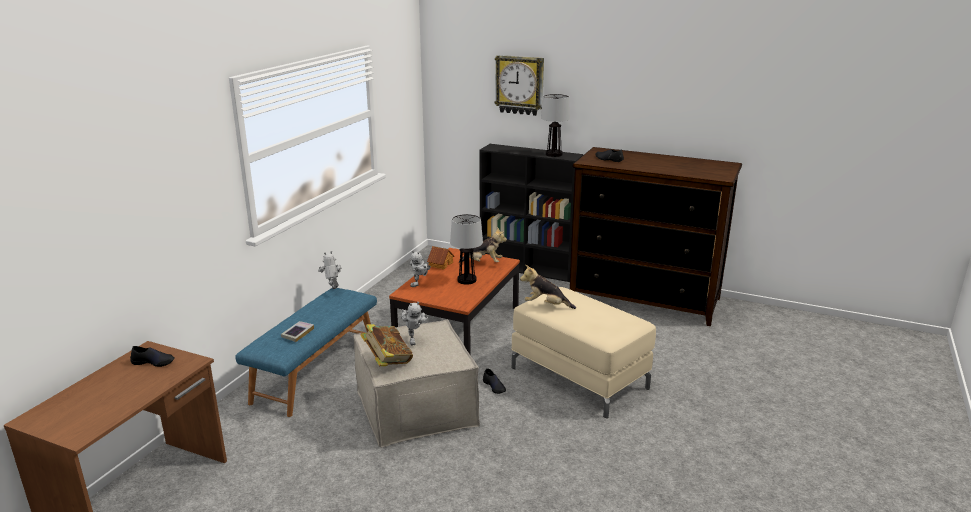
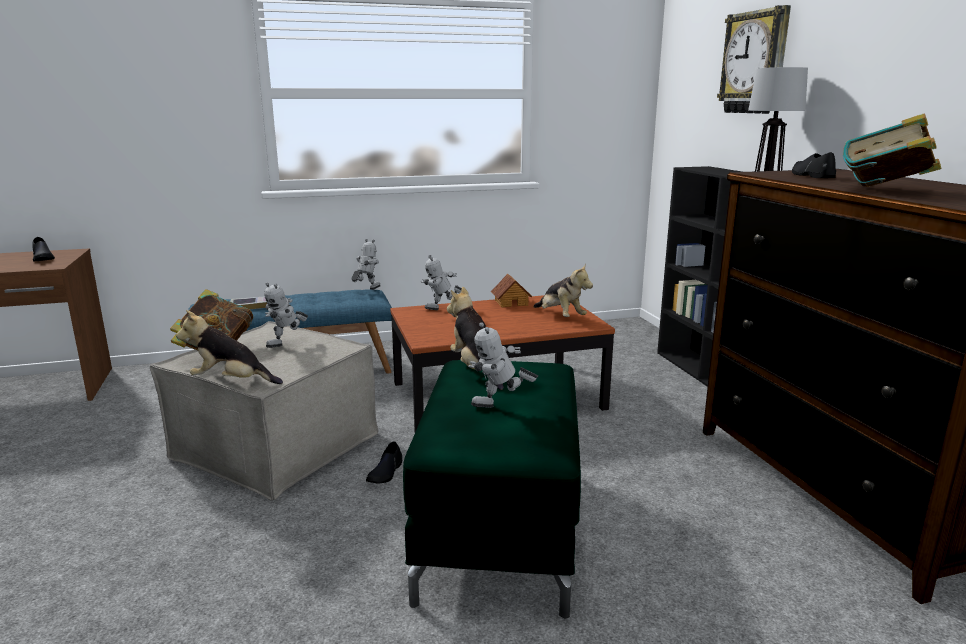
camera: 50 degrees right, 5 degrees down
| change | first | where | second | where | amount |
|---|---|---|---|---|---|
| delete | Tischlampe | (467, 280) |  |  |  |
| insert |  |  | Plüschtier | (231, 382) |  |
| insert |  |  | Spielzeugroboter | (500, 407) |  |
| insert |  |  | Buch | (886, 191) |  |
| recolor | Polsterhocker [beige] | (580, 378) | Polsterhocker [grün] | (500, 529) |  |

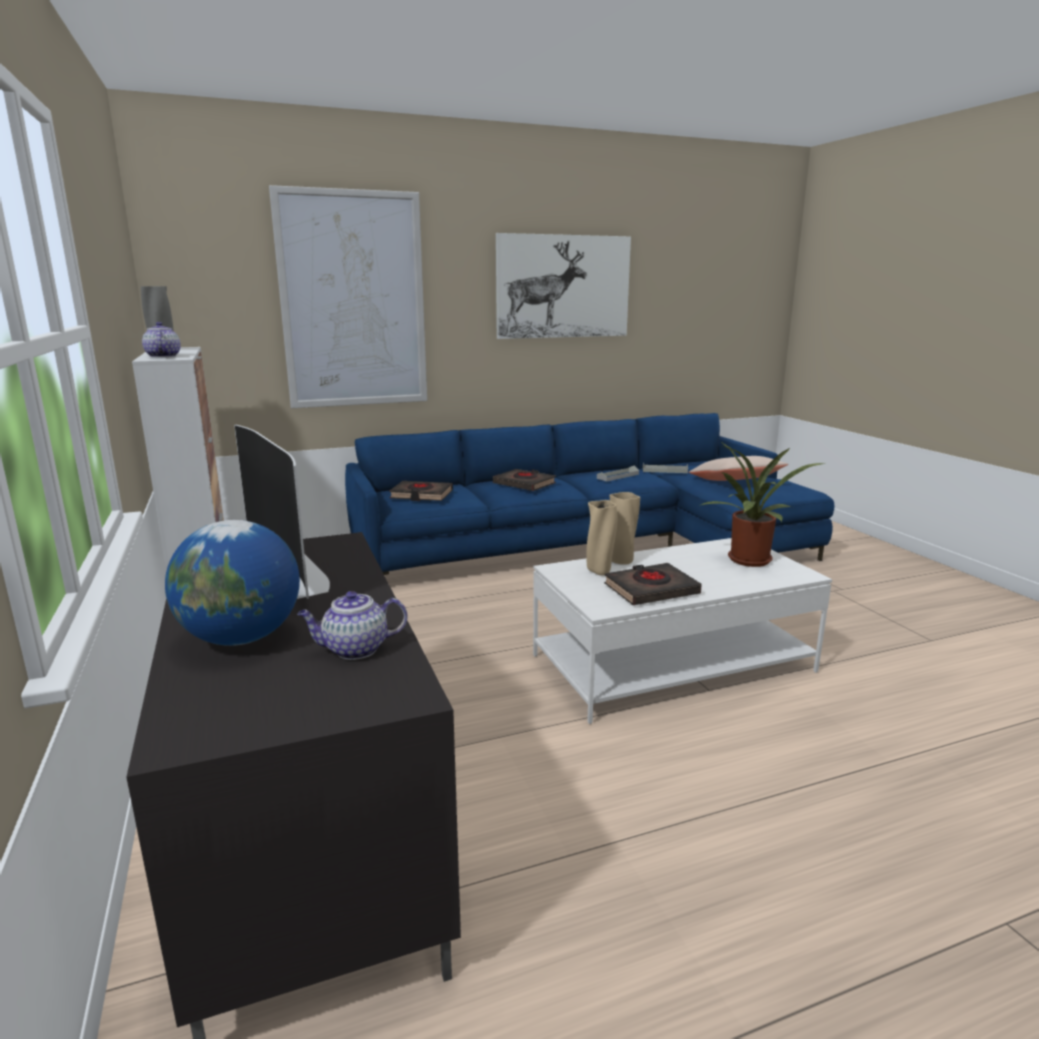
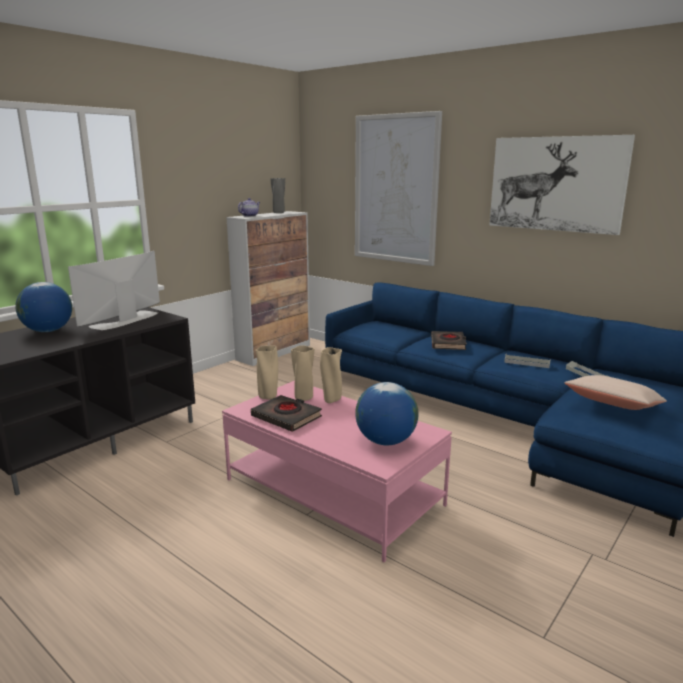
camera: 60 degrees right, 0 degrees up
| change | first | where | second | where | amount |
|---|---|---|---|---|---|
| delete | Teekanne | (354, 650) |  |  |  |
| delete | Buch [schwarz] | (421, 495) |  |  |  |
| insert |  |  | Vase [beige] | (268, 397) |  |
| replace | Topfpflanze | (750, 562) | Globus | (385, 441) |  |
| recolor | Couchtisch [weiß] | (672, 663) | Couchtisch [rosa] | (333, 492) |  |

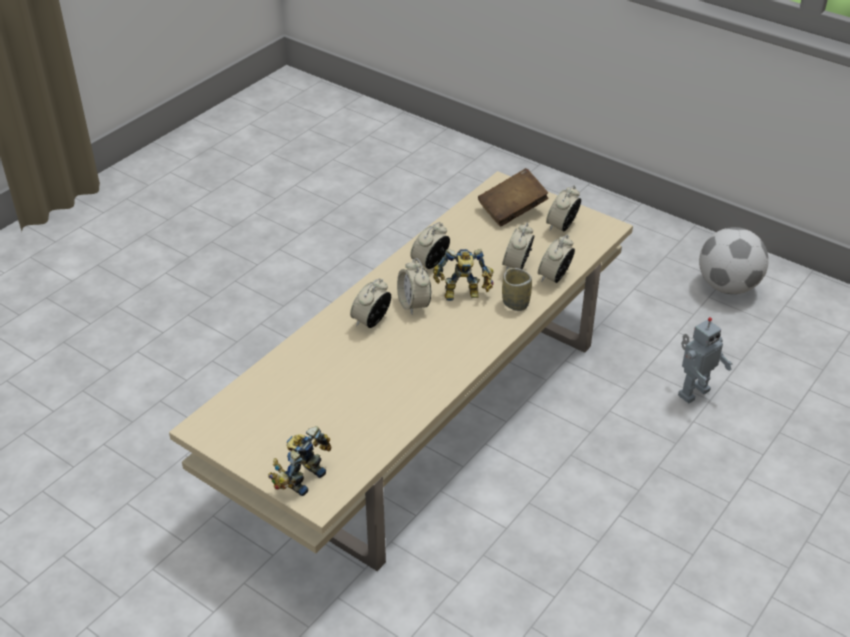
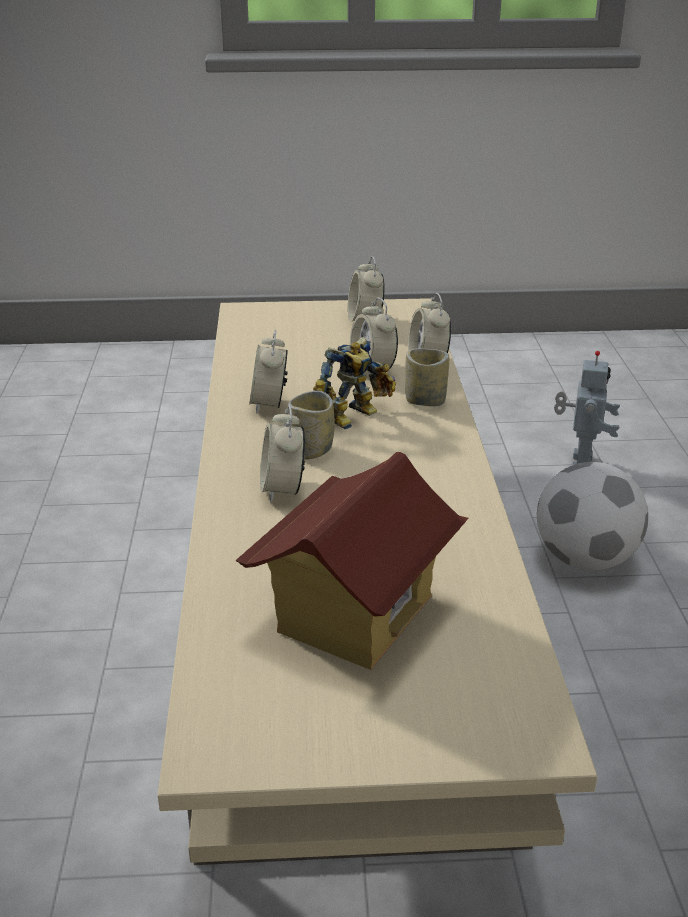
camera: 40 degrees left, 10 degrees down
| change | first | where | second | where | amount |
|---|---|---|---|---|---|
| delete | Spielzeugroboter | (301, 478) |  |  |  |
| delete | Buch [braun] | (512, 210) |  |  |  |
| insert |  |  | Spielzeughaus | (354, 614) |  |
| move | Fußball | (727, 286) |  | (585, 559) |  |
| replace | Wecker | (414, 304) | Tasse | (311, 450) |  |

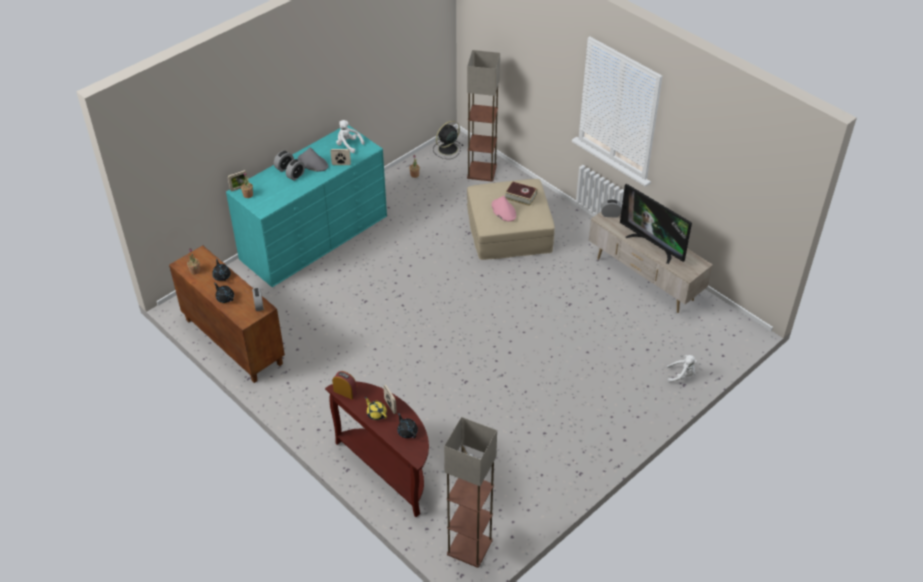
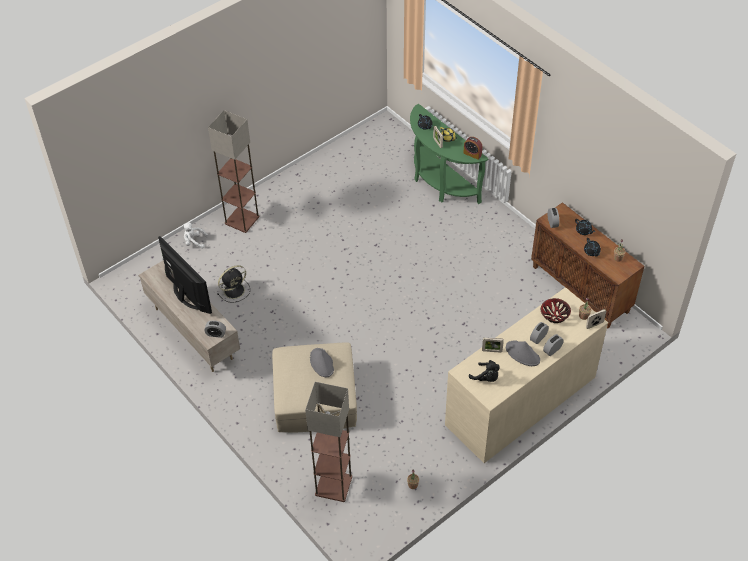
camera: 175 degrees left, 5 degrees up
| change | first | where | second | where | amount |
|---|---|---|---|---|---|
| delete | Buch | (520, 196) |  |  |  |
| insert |  |  | Schüssel | (554, 315) |  |
| move | Ventilator [schwarz] | (447, 149) |  | (235, 290) |  |
| move | Stehlampe | (470, 548) |  | (242, 219) |  |
| recolor | Kommode [türkis] | (314, 237) | Kommode [beige] | (520, 401) |  |
| recolor | Konsolentisch [braun] | (388, 469) | Konsolentisch [grün] | (440, 183) |  |
| recolor | Plüschtier [weiß] | (348, 145) | Plüschtier [schwarz] | (486, 378) |  |
| recolor | Hut [rosa] | (503, 210) | Hut [grau] | (322, 363) |  |

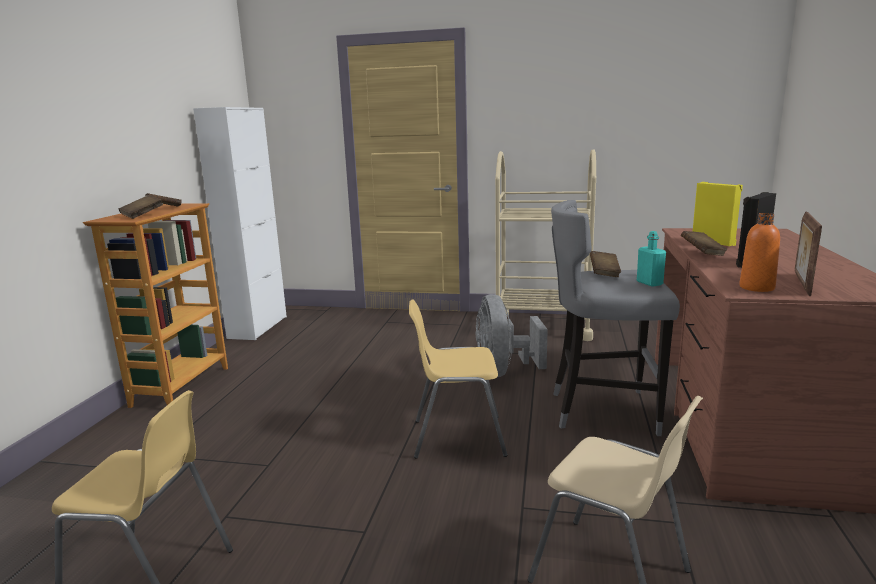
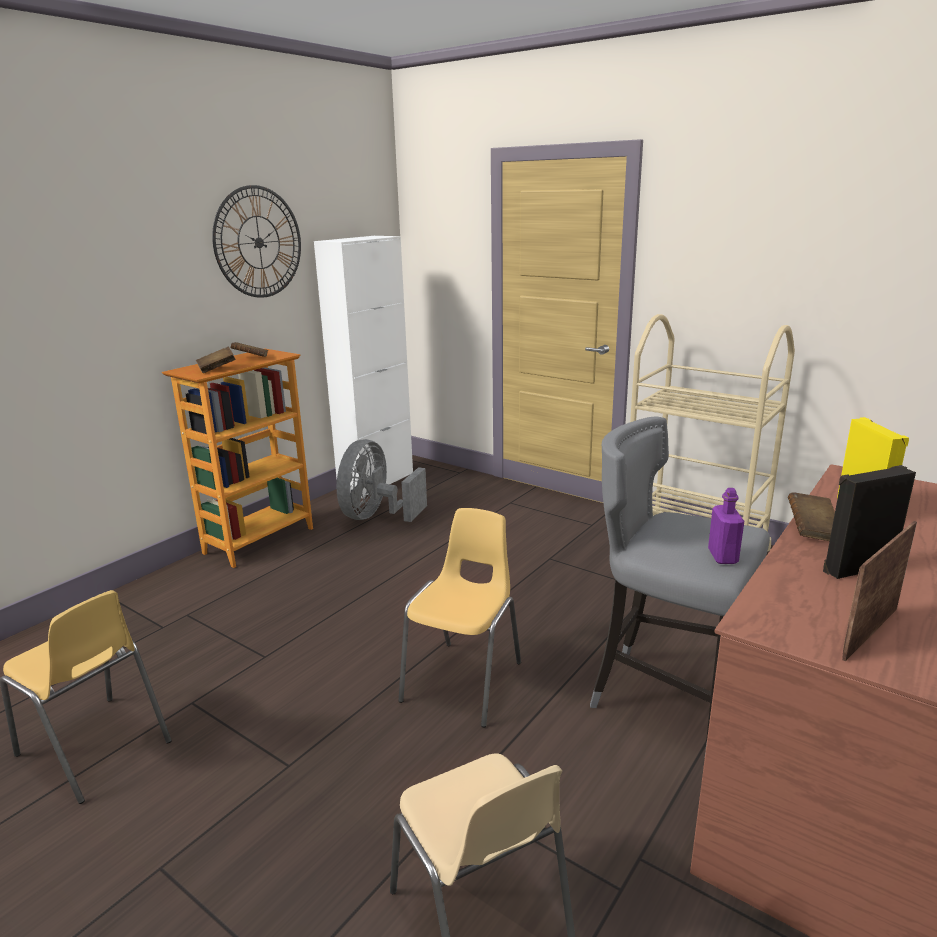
camera: 25 degrees right, 5 degrees up
| change | first | where | second | where | amount |
|---|---|---|---|---|---|
| delete | Buch [braun] | (604, 273) |  |  |  |
| delete | Flasche [orange] | (756, 287) |  |  |  |
| insert |  |  | Wanduhr | (258, 242) |  |
| move | Ventilator [grau] | (503, 371) |  | (376, 516) |  |
| recolor | Flasche [türkis] | (649, 283) | Flasche [lila] | (722, 556) |  |
| rotate | Stuhl [gelb] | (457, 437) |  | (464, 681) | 90 degrees clockwise |

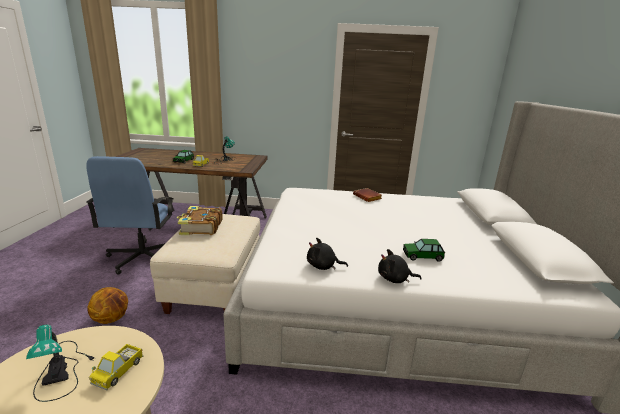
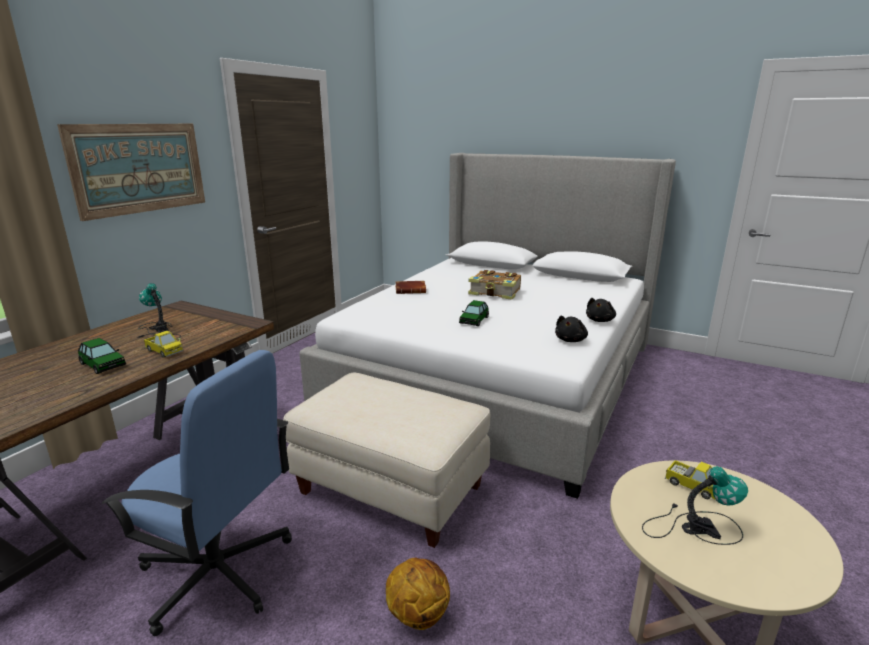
camera: 65 degrees left, 0 degrees up
| change | first | where | second | where | amount |
|---|---|---|---|---|---|
| insert |  |  | Bild | (140, 168) |  |
| move | Buch | (200, 227) |  | (495, 292) |  |
| move | Spielzeugauto | (422, 256) |  | (474, 320) |  |

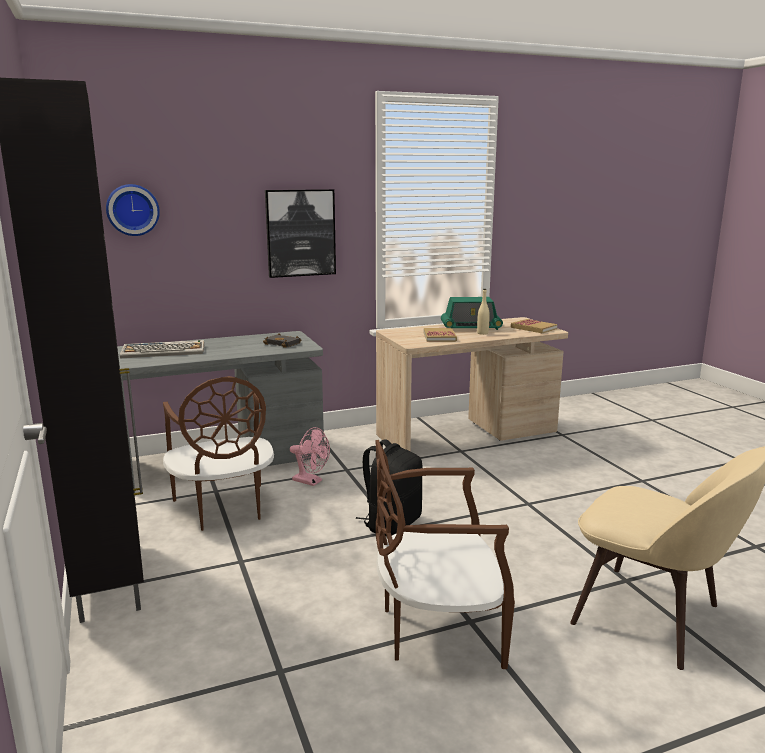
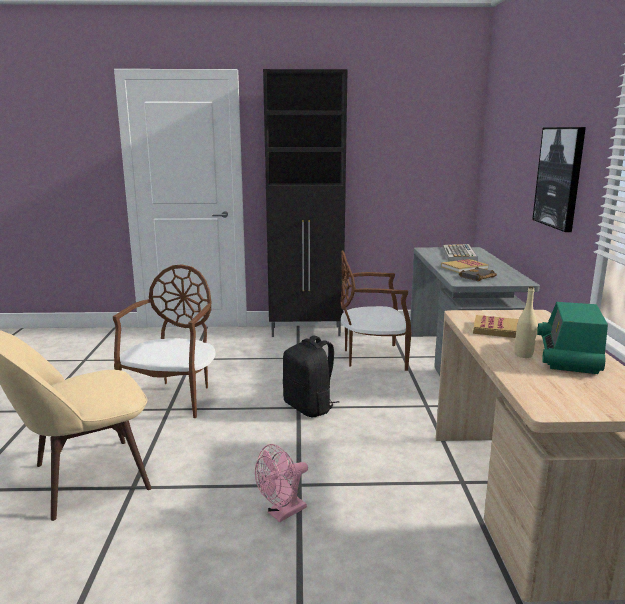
camera: 110 degrees right, 0 degrees up
| change | first | where | second | where | amount |
|---|---|---|---|---|---|
| delete | Wanduhr | (132, 210) |  |  |  |
| move | Ventilator [rosa] | (311, 481) |  | (282, 513) |  |
| move | Buch | (533, 328) |  | (464, 268) |  |

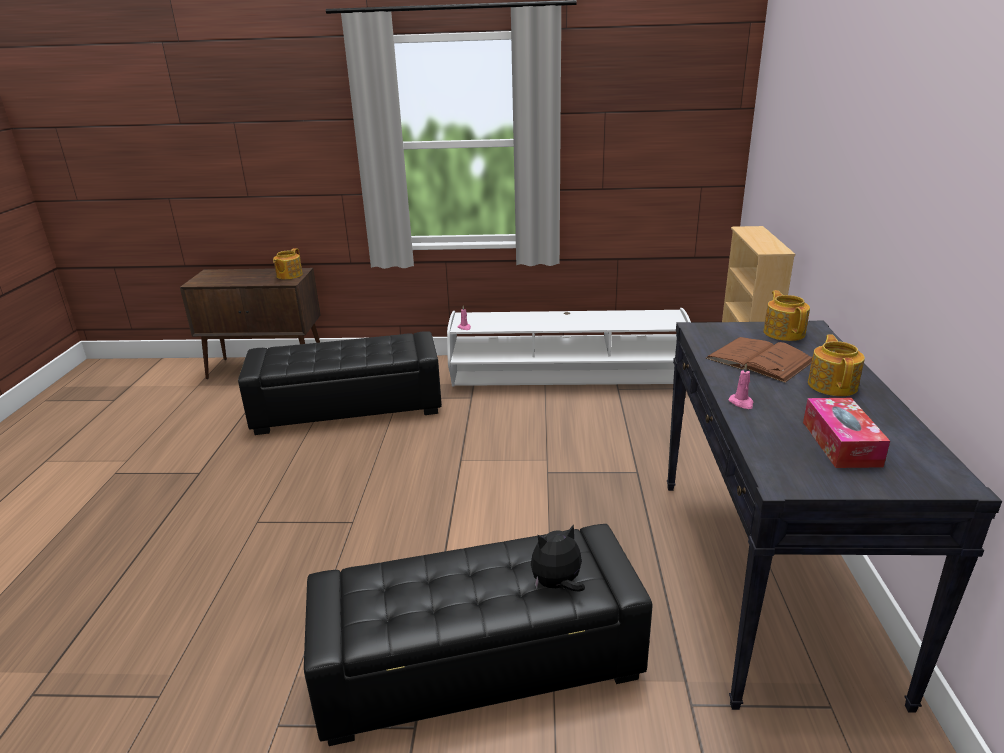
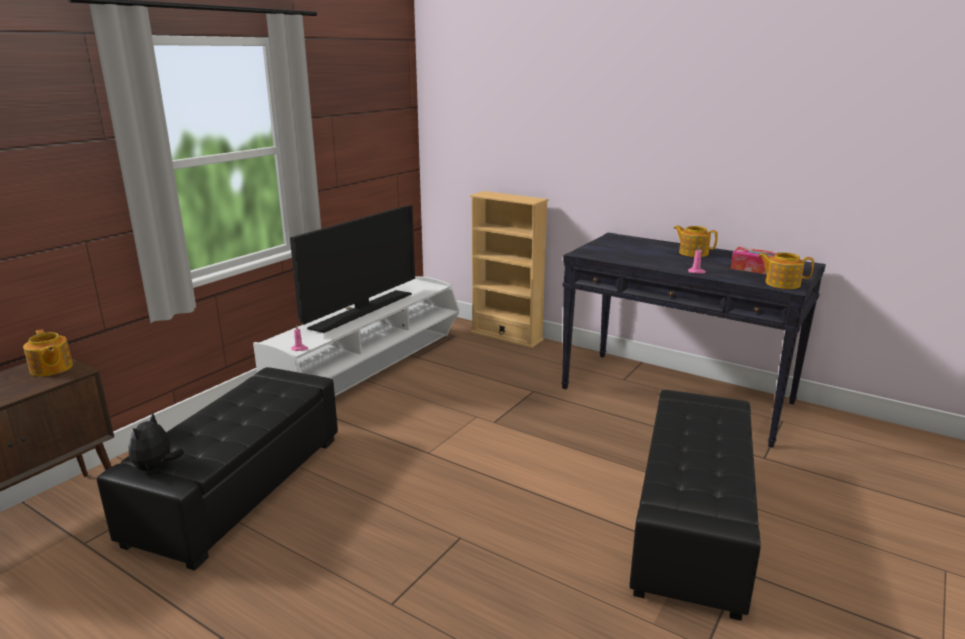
camera: 60 degrees left, 5 degrees down
| change | first | where | second | where | amount |
|---|---|---|---|---|---|
| delete | Buch [braun] | (759, 359) |  |  |  |
| insert |  |  | Fernseher | (362, 310) |  |
| move | Plüschtier | (557, 585) |  | (156, 467) |  |
| move | Teekanne | (784, 332) |  | (781, 283) |  |

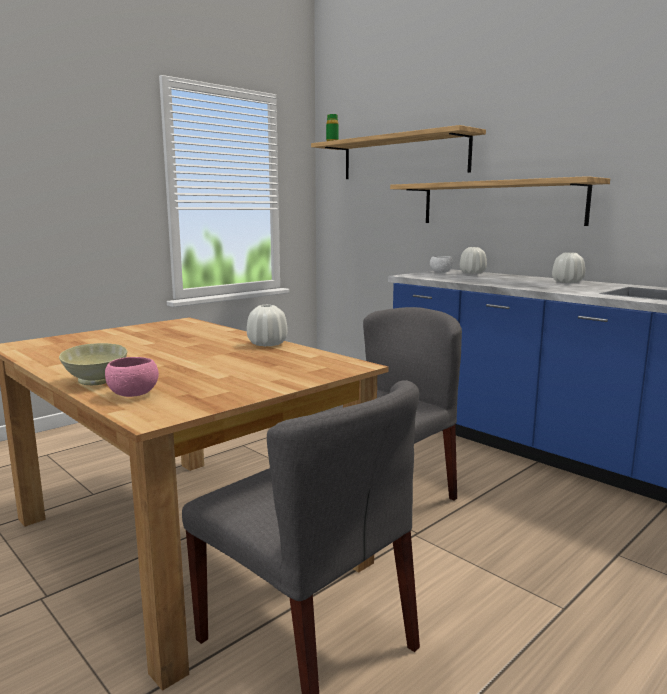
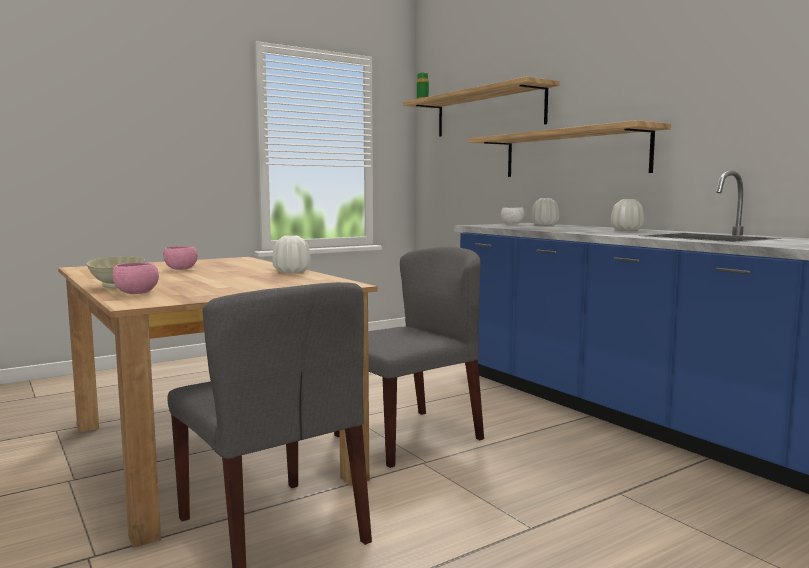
camera: 10 degrees right, 5 degrees down
| change | first | where | second | where | amount |
|---|---|---|---|---|---|
| insert |  |  | Schüssel [rosa] | (181, 269) |  |

